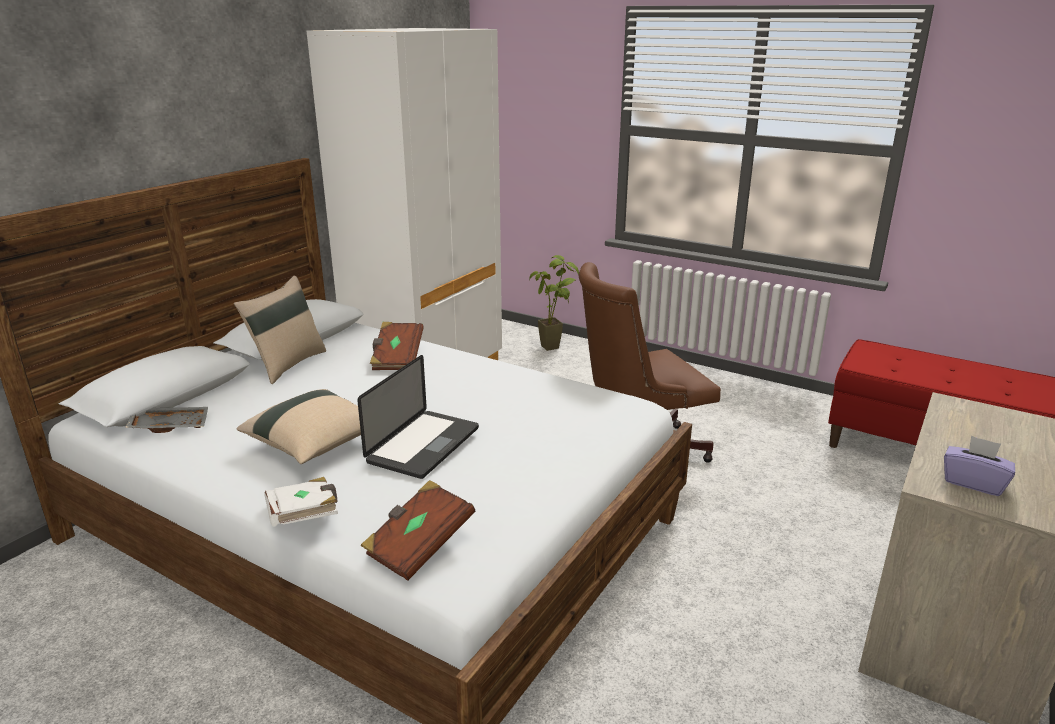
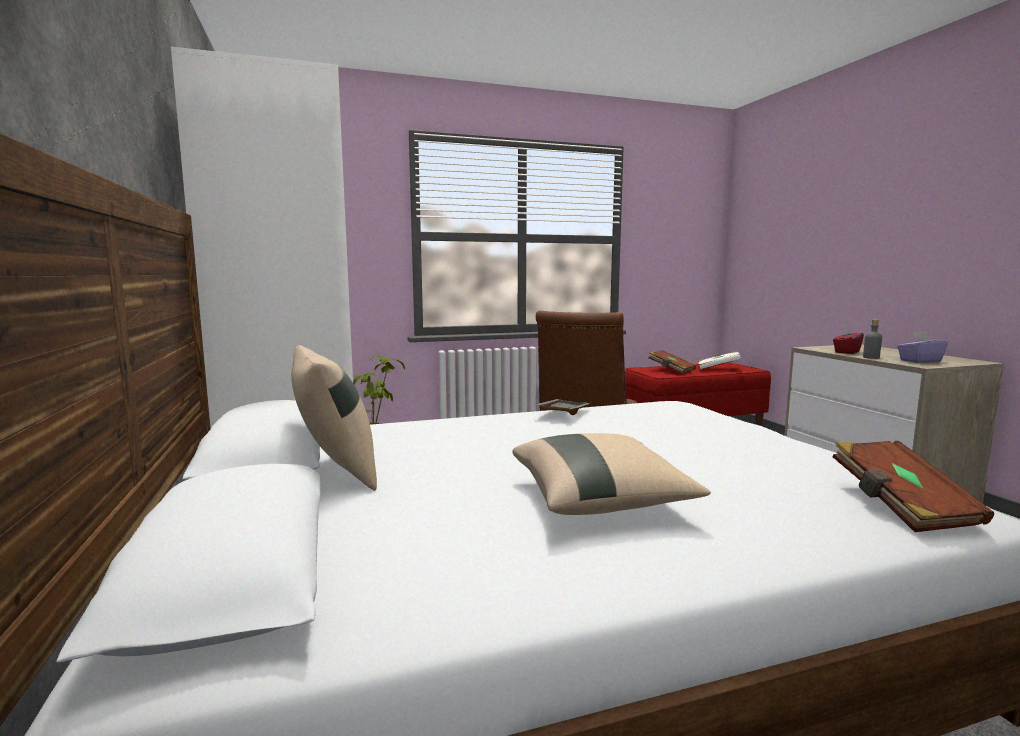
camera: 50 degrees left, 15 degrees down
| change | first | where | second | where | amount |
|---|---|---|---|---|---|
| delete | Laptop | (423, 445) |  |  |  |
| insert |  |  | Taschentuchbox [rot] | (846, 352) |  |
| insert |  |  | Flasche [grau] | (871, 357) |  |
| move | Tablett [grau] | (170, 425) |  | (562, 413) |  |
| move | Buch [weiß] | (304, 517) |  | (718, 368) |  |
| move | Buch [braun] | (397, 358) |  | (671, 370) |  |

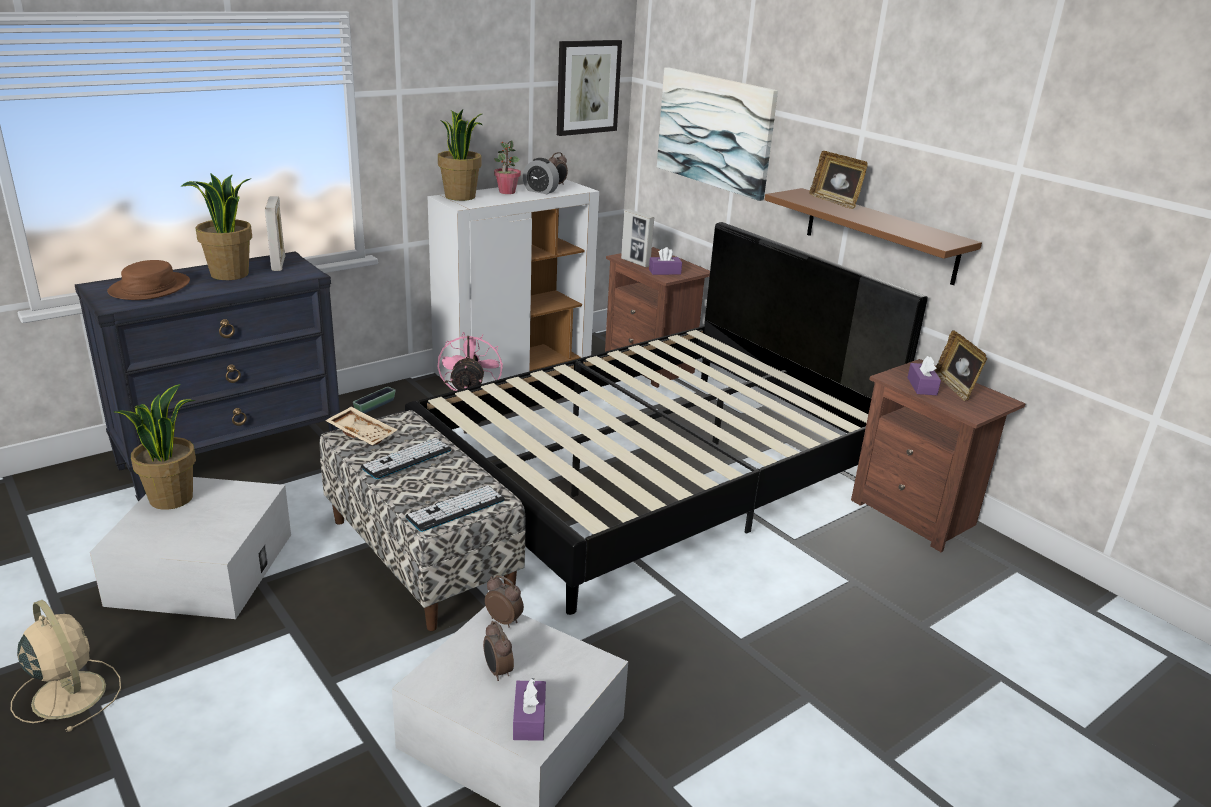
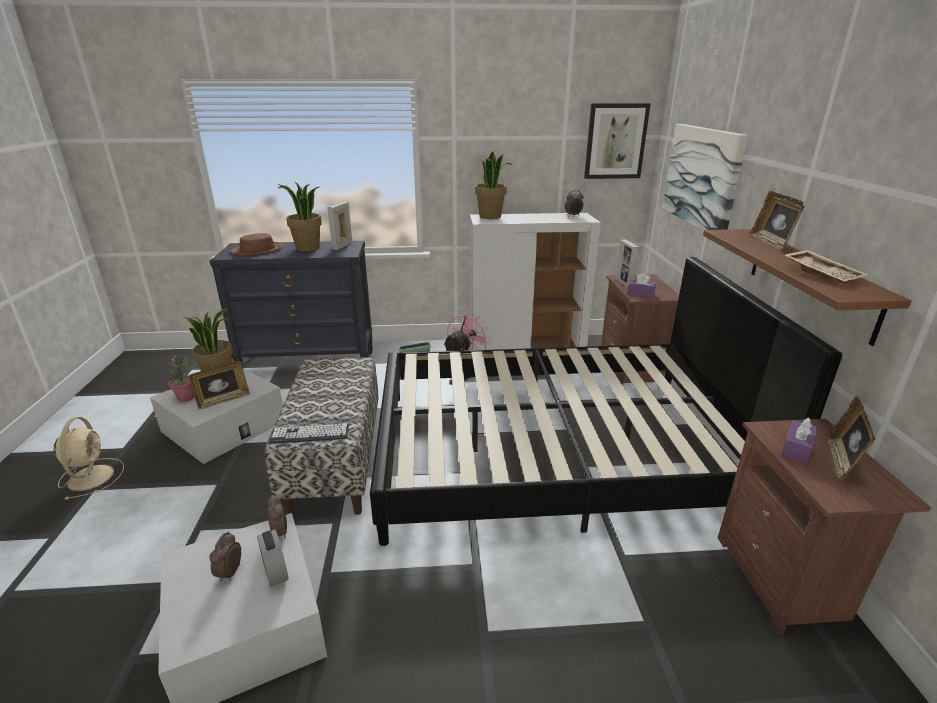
camera: 35 degrees right, 0 degrees up
| change | first | where | second | where | amount |
|---|---|---|---|---|---|
| delete | Tastatur | (407, 459) |  |  |  |
| delete | Taschentuchbox [lila] | (529, 719) |  |  |  |
| insert |  |  | Bilderrahmen | (223, 400) |  |
| move | Tablett [beige] | (363, 433) |  | (822, 274) |  |
| move | Topfpflanze | (507, 192) |  | (186, 398) |  |
| move | Wecker | (540, 191) |  | (275, 571) |  |

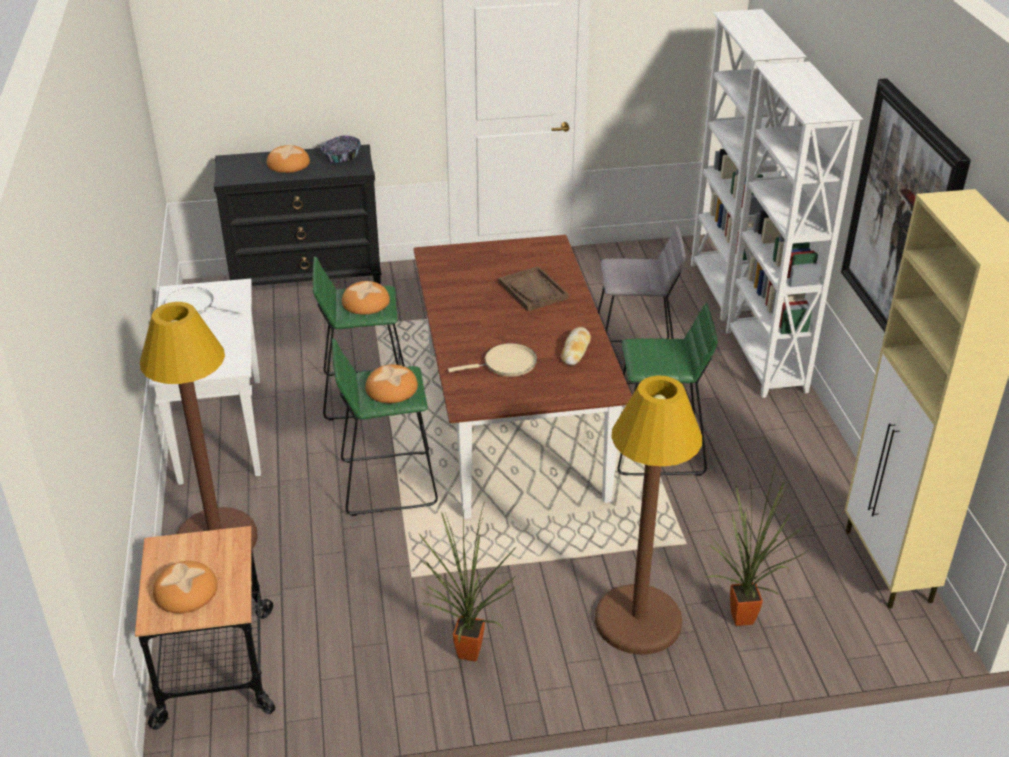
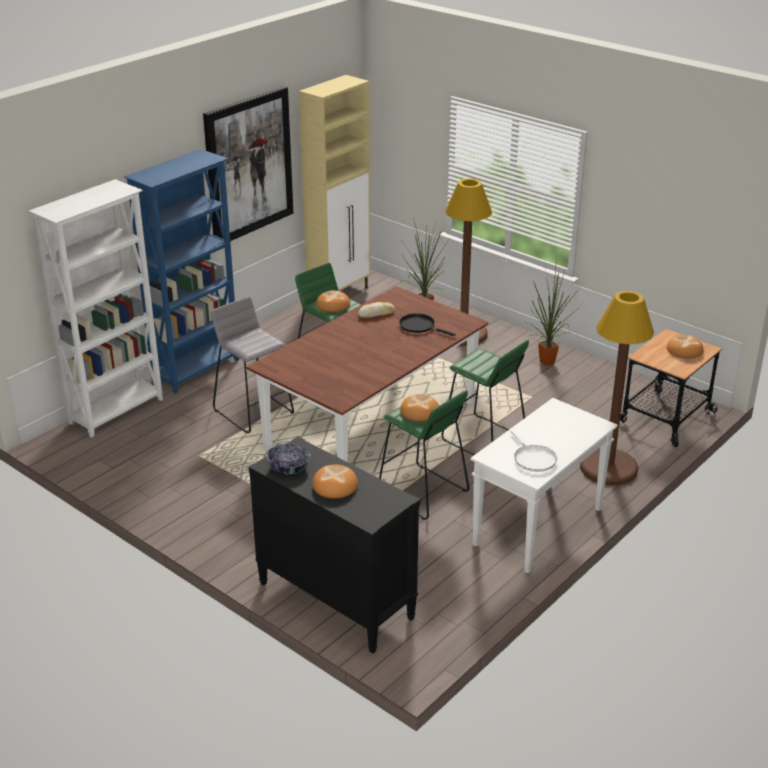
camera: 130 degrees left, 5 degrees down
| change | first | where | second | where | amount |
|---|---|---|---|---|---|
| delete | Tablett [braun] | (533, 290) |  |  |  |
| move | Brot | (391, 388) |  | (332, 305) |  |
| recolor | Pfanne [beige] | (506, 364) | Pfanne [schwarz] | (419, 326) |  |
| recolor | Bücherregal [weiß] | (764, 362) | Bücherregal [blau] | (197, 370) |  |

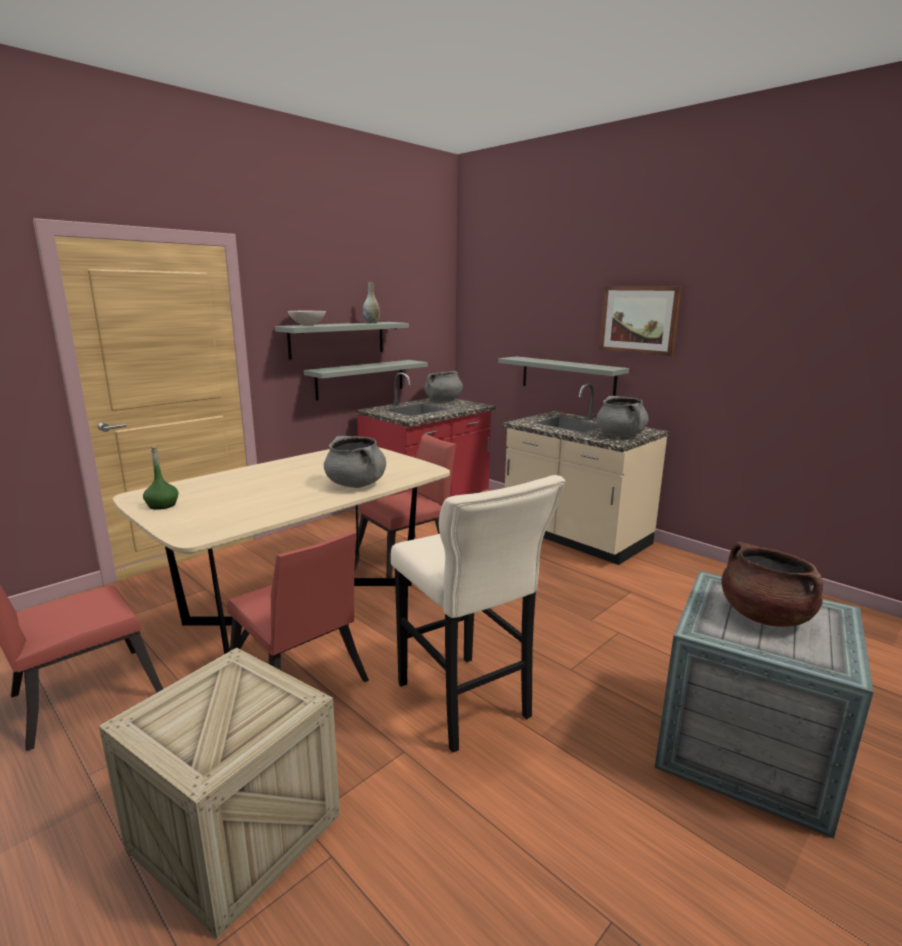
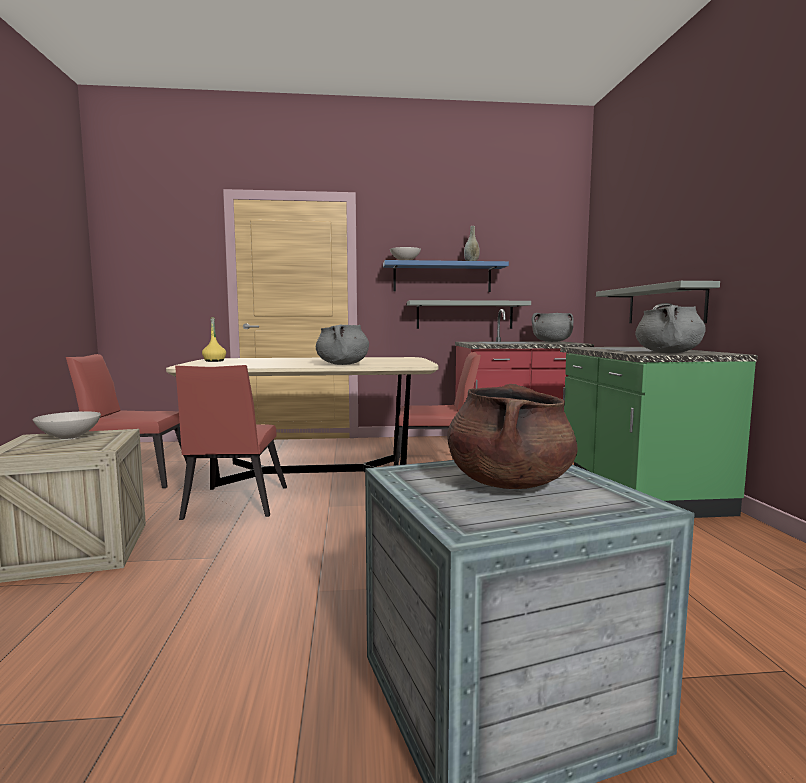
camera: 40 degrees right, 10 degrees down
| change | first | where | second | where | amount |
|---|---|---|---|---|---|
| delete | Hocker [beige] | (465, 704) |  |  |  |
| delete | Bild | (639, 320) |  |  |  |
| insert |  |  | Schüssel [weiß] | (69, 437) |  |
| recolor | Flasche [grün] | (162, 505) | Flasche [gelb] | (214, 361) |  |
| recolor | Wandregal [grau] | (337, 339) | Wandregal [blau] | (442, 277) |  |
| recolor | Küchenzeile [beige] | (575, 536) | Küchenzeile [grün] | (636, 489) |  |

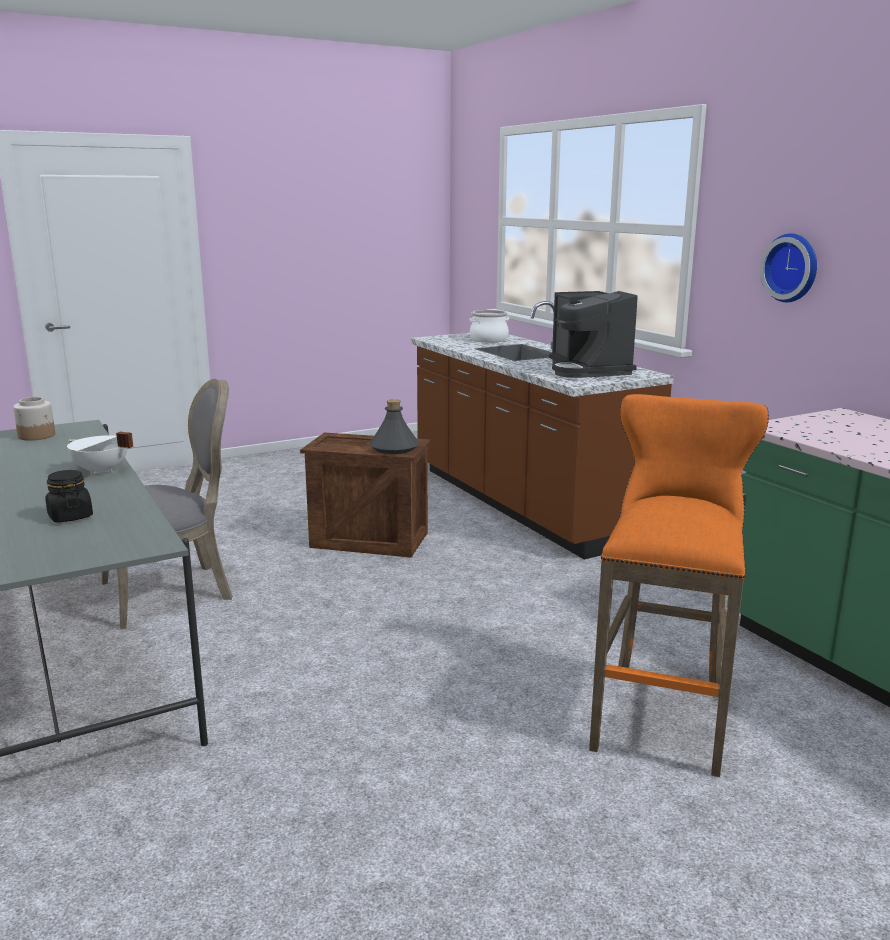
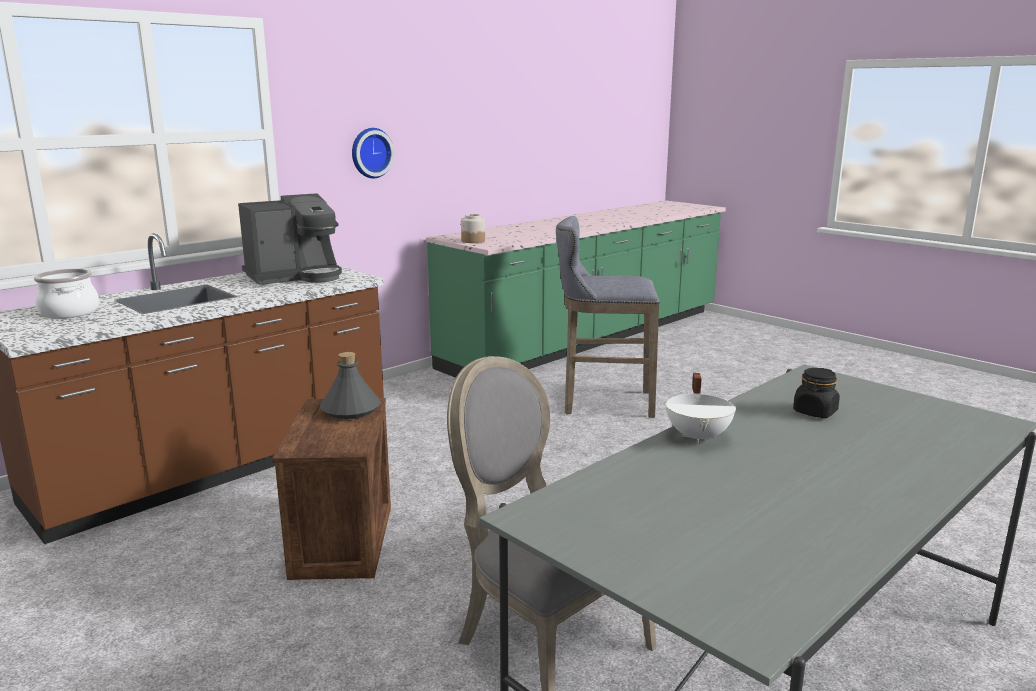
camera: 105 degrees left, 0 degrees up
| change | first | where | second | where | amount |
|---|---|---|---|---|---|
| move | Vorratsglas | (37, 436) |  | (473, 241) |  |
| recolor | Hocker [orange] | (661, 715) | Hocker [grau] | (602, 403) |  |

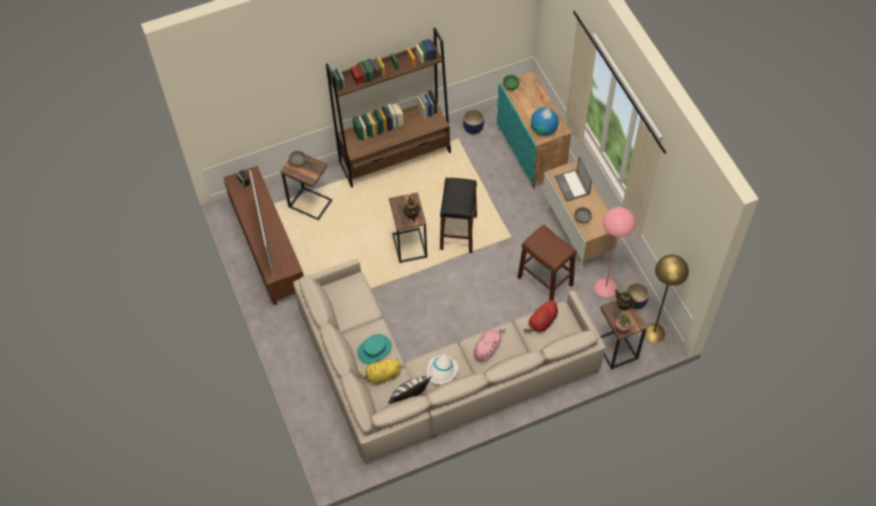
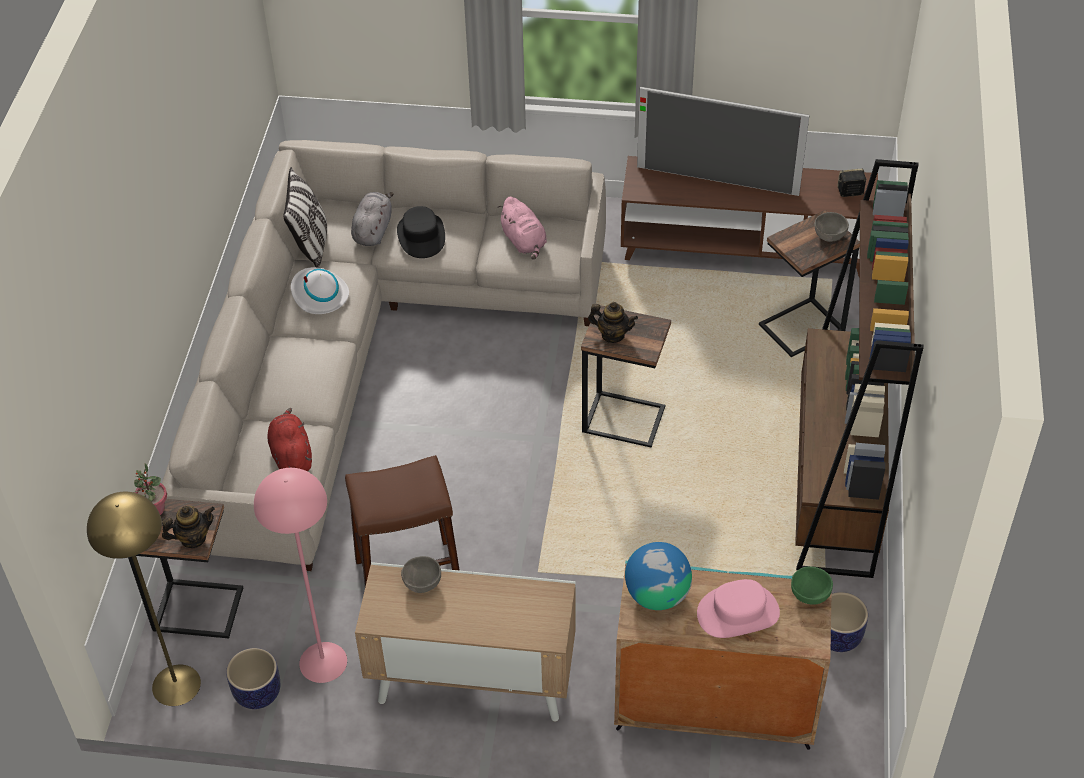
camera: 120 degrees right, 10 degrees down
| change | first | where | second | where | amount |
|---|---|---|---|---|---|
| delete | Hocker [schwarz] | (458, 232) |  |  |  |
| delete | Laptop | (572, 186) |  |  |  |
| insert |  |  | Hut [rosa] | (738, 612) |  |
| move | Plüschtier [rosa] | (487, 348) |  | (524, 242) |  |
| recolor | Hut [türkis] | (374, 350) | Hut [schwarz] | (421, 236) |  |
| recolor | Plüschtier [gelb] | (382, 376) | Plüschtier [grau] | (373, 230) |  |

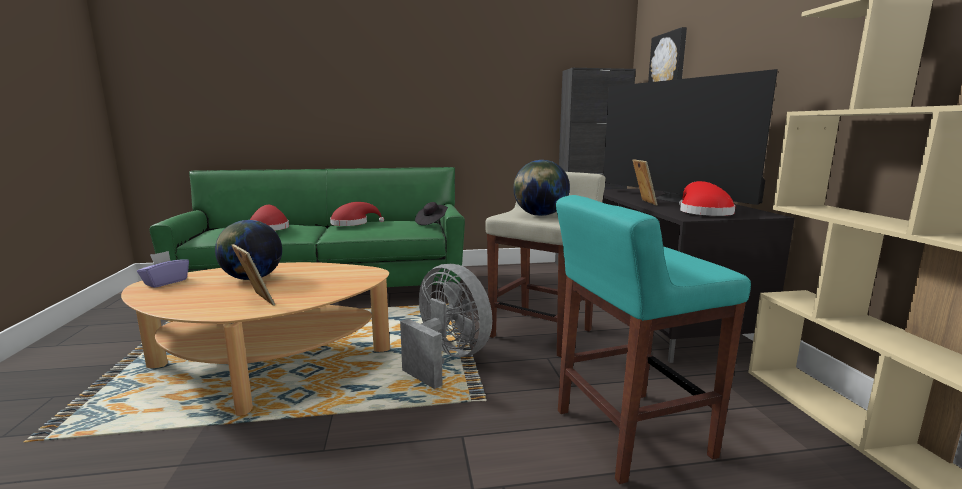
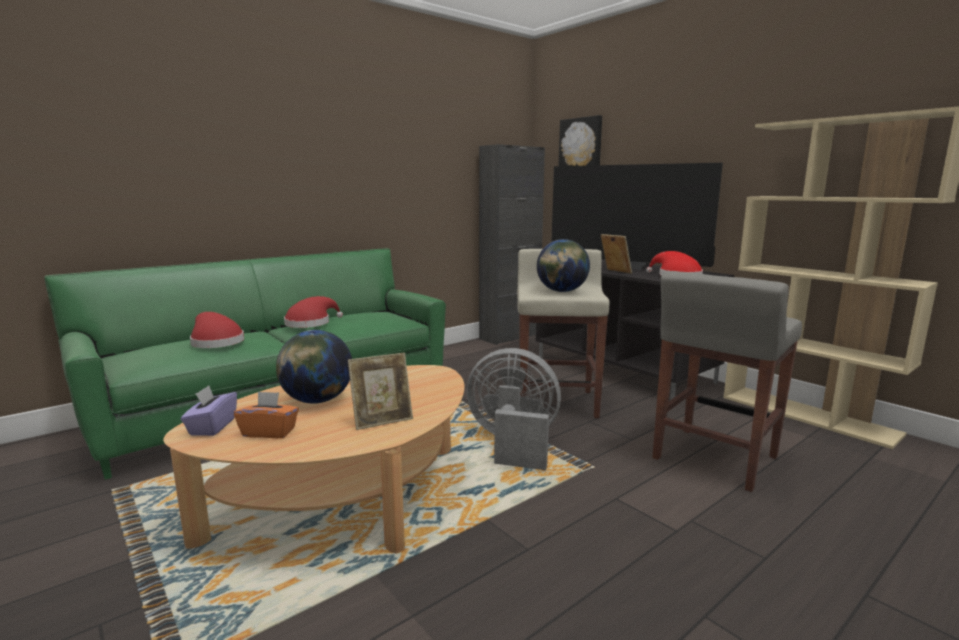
camera: 30 degrees left, 0 degrees up
| change | first | where | second | where | amount |
|---|---|---|---|---|---|
| delete | Hut [schwarz] | (431, 222) |  |  |  |
| insert |  |  | Taschentuchbox [orange] | (269, 432) |  |
| recolor | Hocker [türkis] | (629, 433) | Hocker [grau] | (713, 459) |  |
| rotate | Bilderrahmen | (256, 301) |  | (382, 420) | 135 degrees clockwise |

